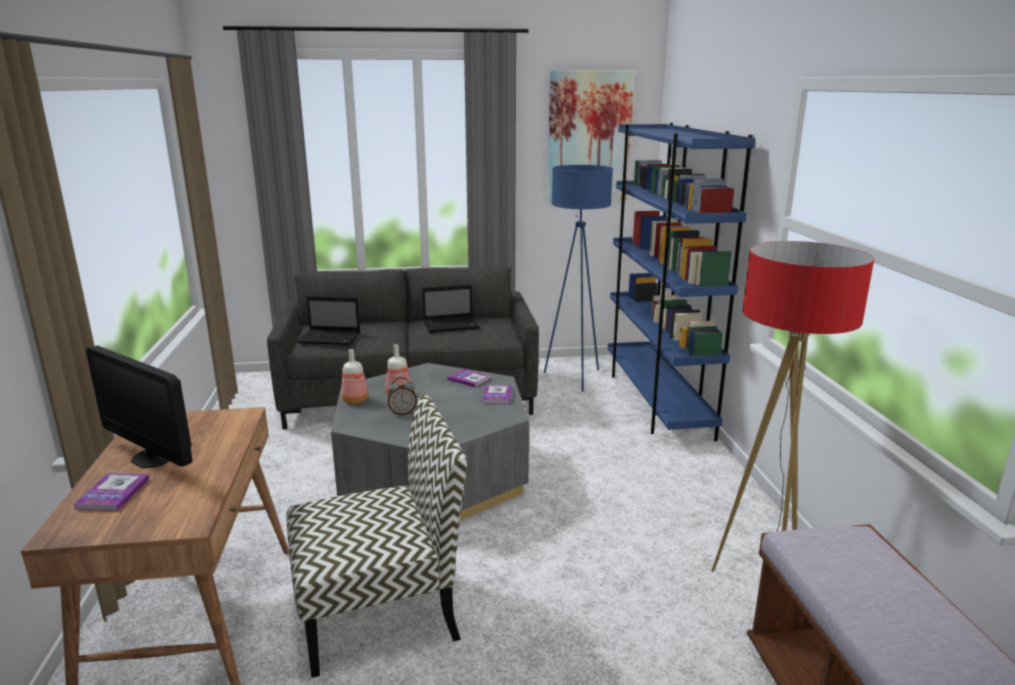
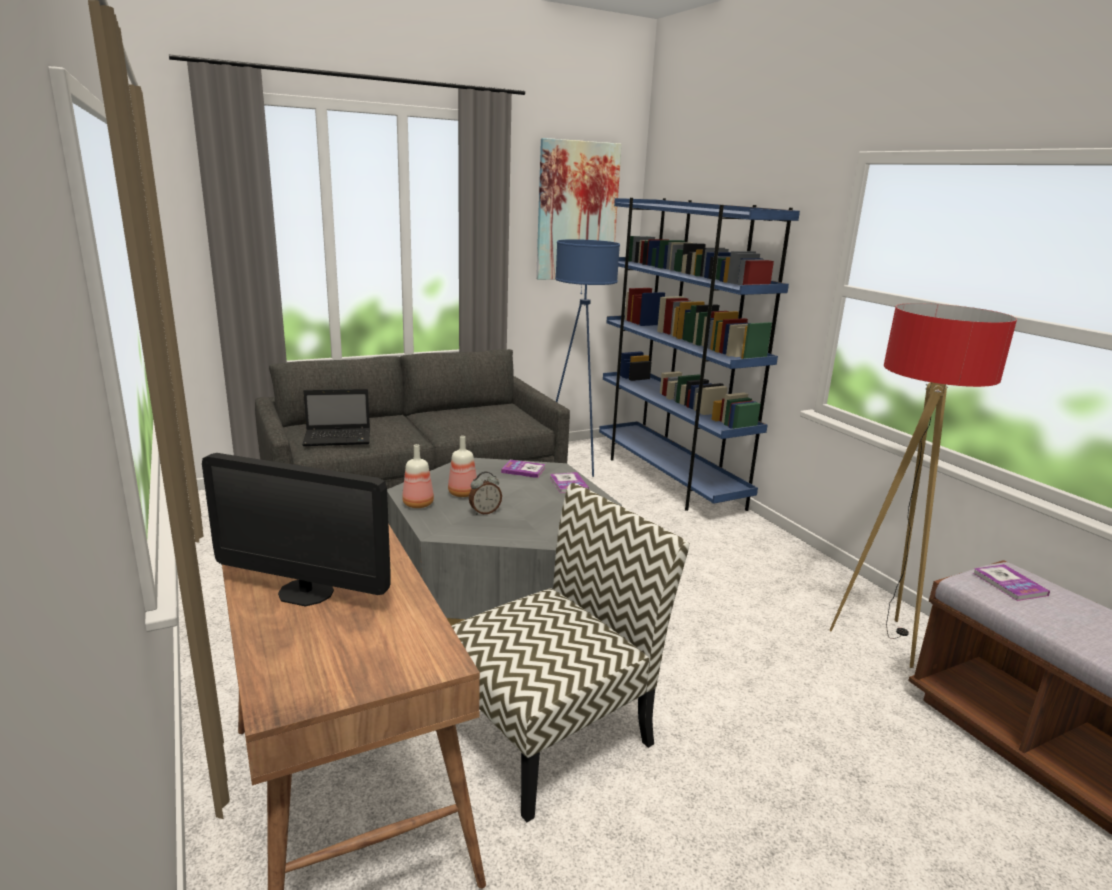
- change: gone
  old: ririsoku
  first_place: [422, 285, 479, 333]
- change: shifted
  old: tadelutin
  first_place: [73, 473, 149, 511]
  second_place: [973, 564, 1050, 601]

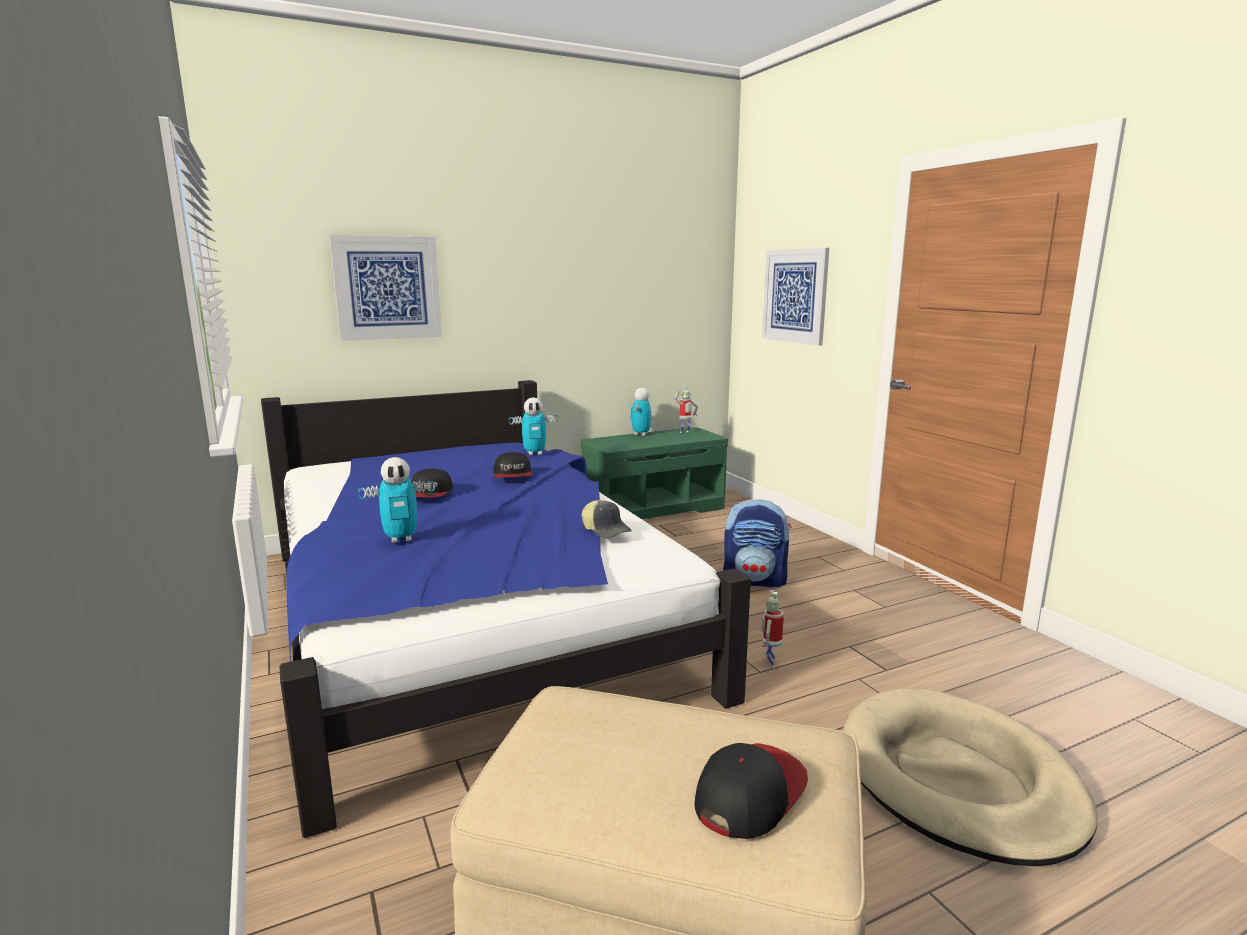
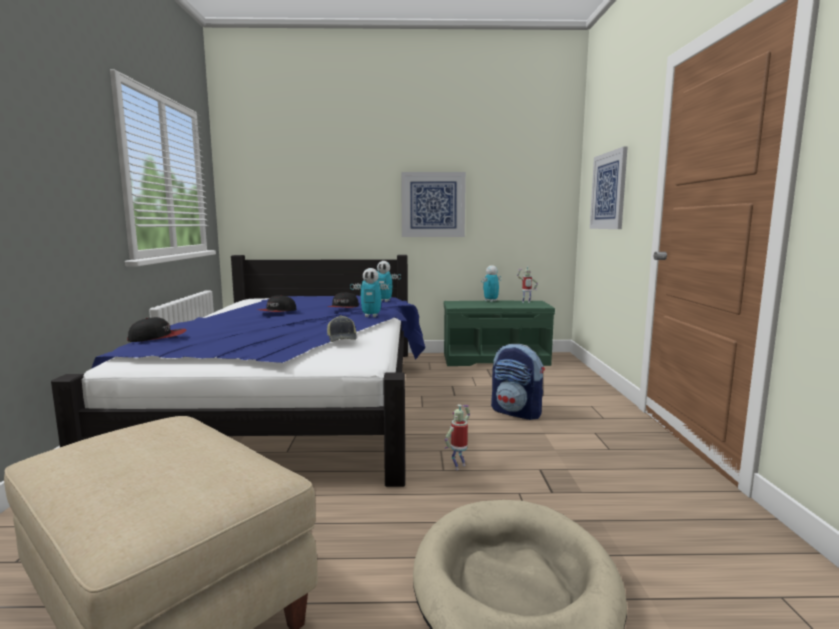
- change: shifted
  old: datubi
  first_place: [329, 235, 442, 341]
  second_place: [401, 172, 466, 237]
- change: shifted
  old: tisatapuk
  first_place: [358, 457, 435, 543]
  second_place: [350, 268, 392, 317]
- change: shifted
  old: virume
  first_place: [694, 743, 808, 839]
  second_place: [127, 317, 186, 342]

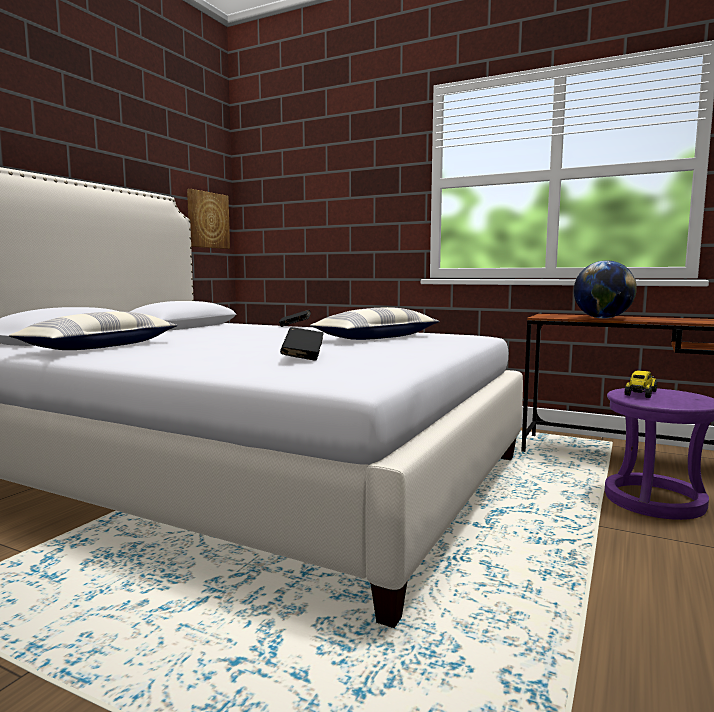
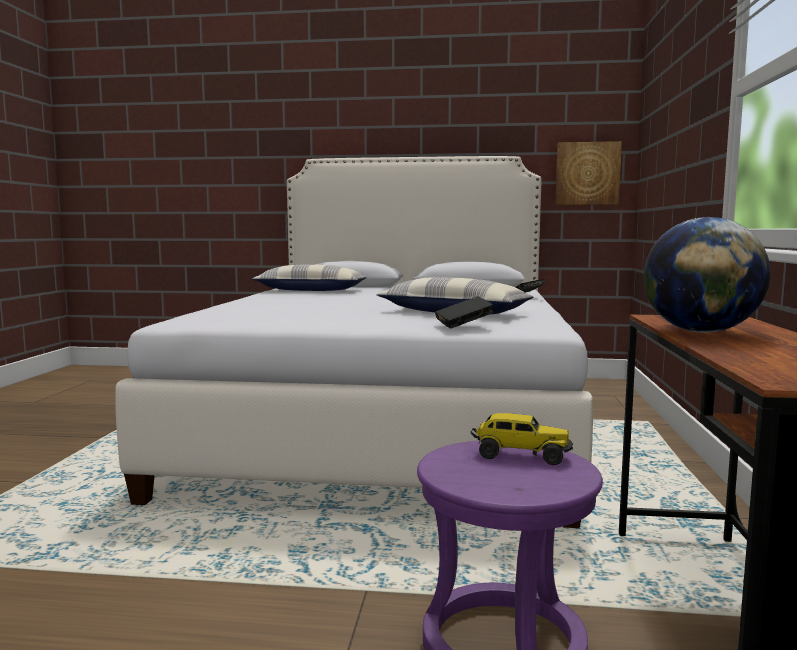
- change: shifted
  old: black tadelutin
  first_place: [280, 327, 324, 360]
  second_place: [435, 296, 494, 329]

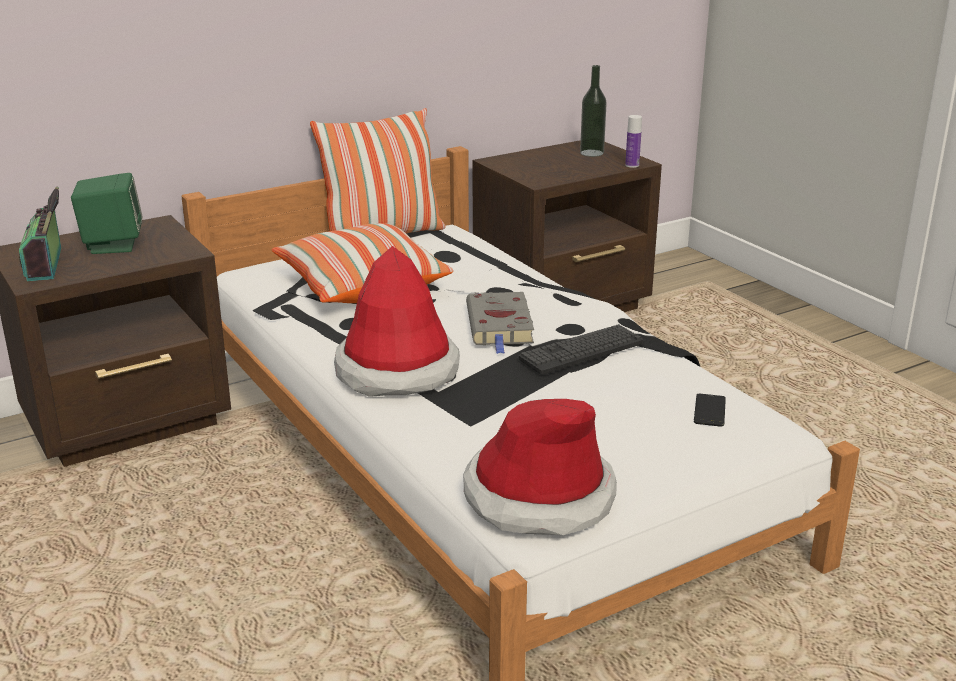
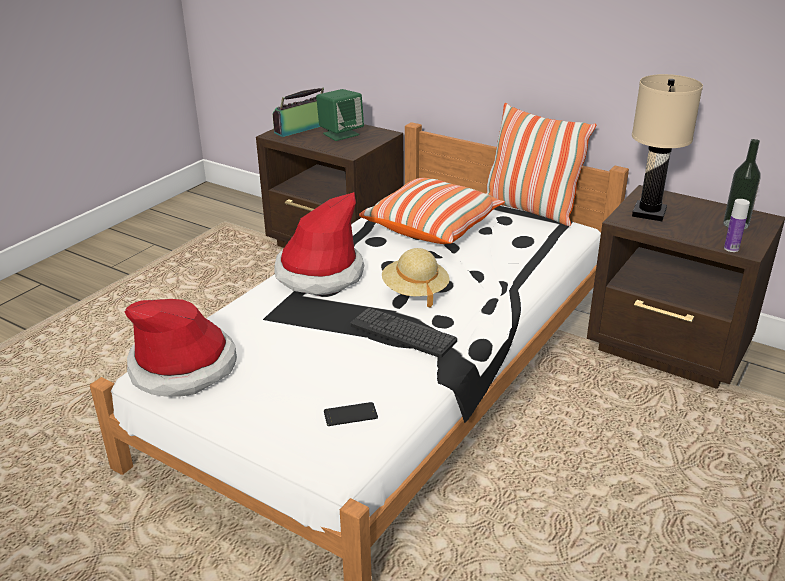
- change: swapped
  old: grey tadelutin
  new: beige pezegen
  first_place: [466, 292, 534, 354]
  second_place: [382, 248, 450, 307]
- change: new
  new: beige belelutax
  second_place: [632, 74, 703, 221]

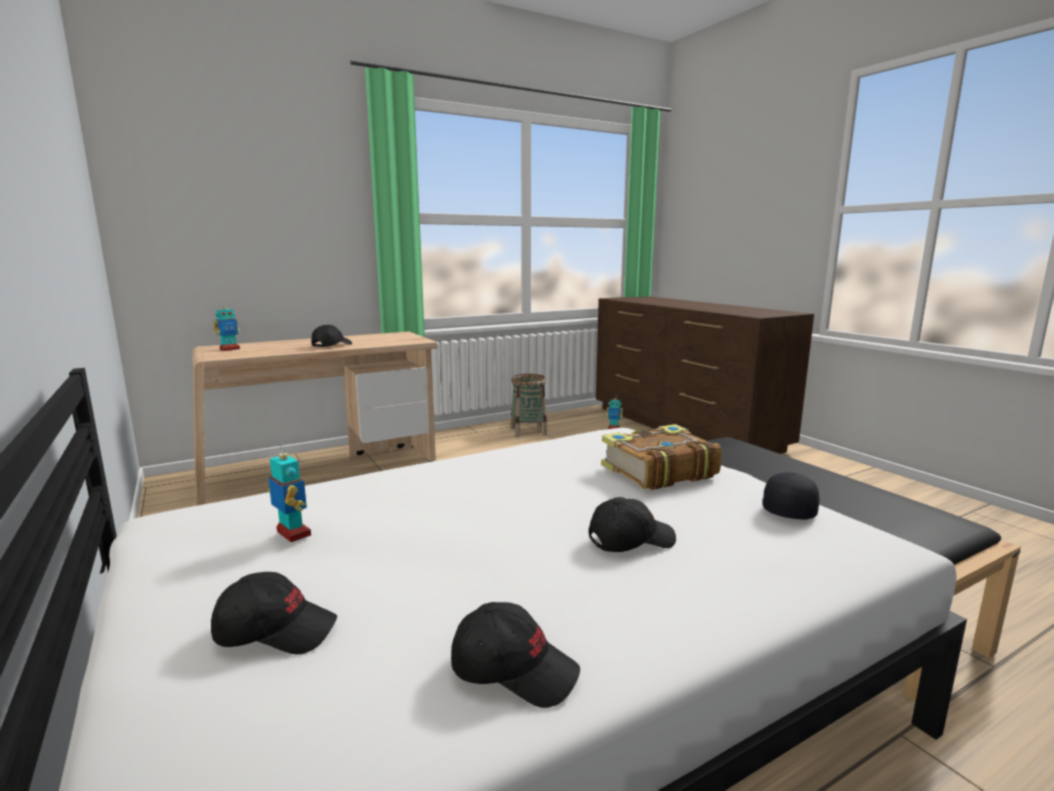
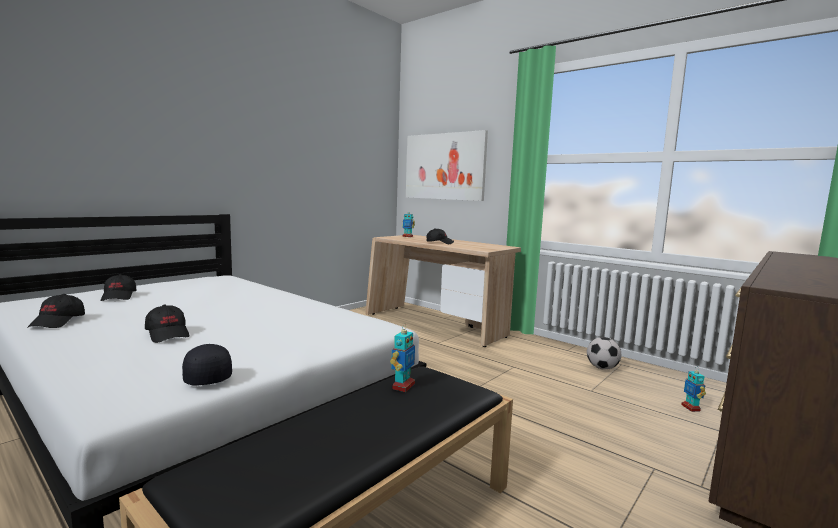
- change: swapped
  old: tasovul
  new: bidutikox
  first_place: [511, 374, 547, 437]
  second_place: [587, 337, 621, 370]
- change: gone
  old: tadelutin
  first_place: [601, 424, 722, 490]
- change: shifted
  old: tisatapuk
  first_place: [268, 444, 311, 542]
  second_place: [390, 323, 415, 392]
- change: rotated
  old: black virume
  first_place: [763, 472, 820, 520]
  second_place: [182, 344, 232, 385]
  degrees: -120
- change: new
  new: datubi
  second_place: [406, 130, 488, 201]

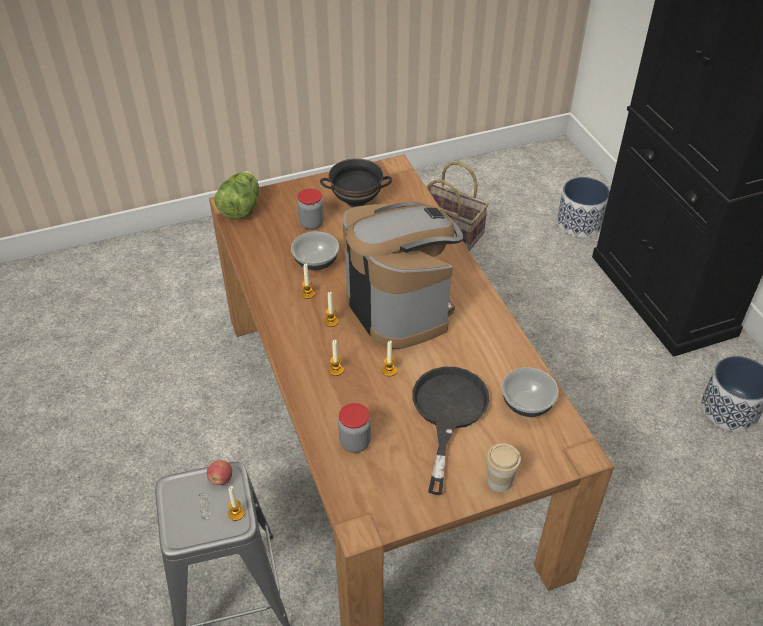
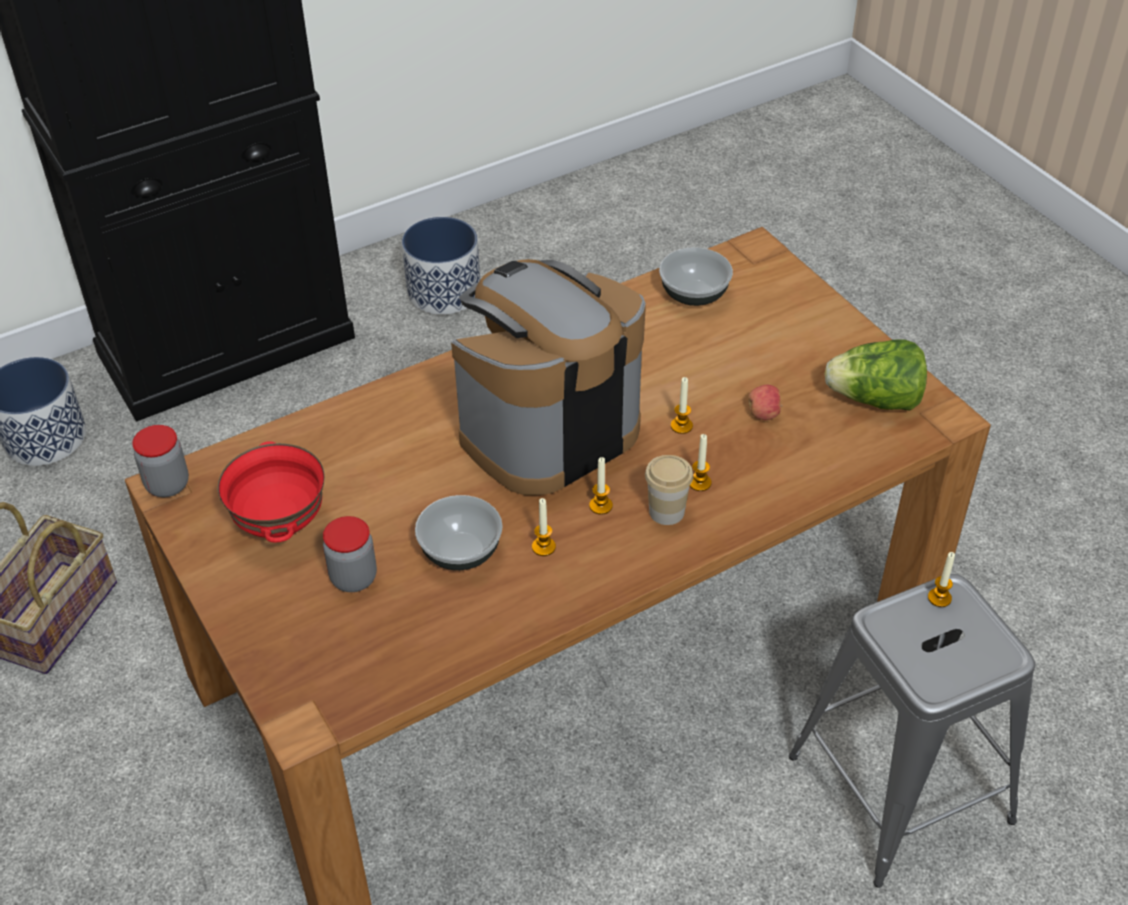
- change: repainted
  old: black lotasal
  new: red lotasal
  first_place: [320, 158, 392, 208]
  second_place: [218, 442, 325, 543]
- change: shifted
  old: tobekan
  first_place: [214, 171, 259, 220]
  second_place: [825, 339, 927, 411]
- change: gone
  old: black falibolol
  first_place: [412, 367, 489, 495]
- change: shifted
  old: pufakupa
  first_place: [338, 403, 371, 453]
  second_place: [132, 425, 189, 497]
- change: shifted
  old: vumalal
  first_place: [486, 443, 521, 492]
  second_place: [645, 455, 693, 525]
- change: shifted
  old: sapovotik
  first_place: [207, 460, 232, 485]
  second_place: [748, 385, 783, 420]

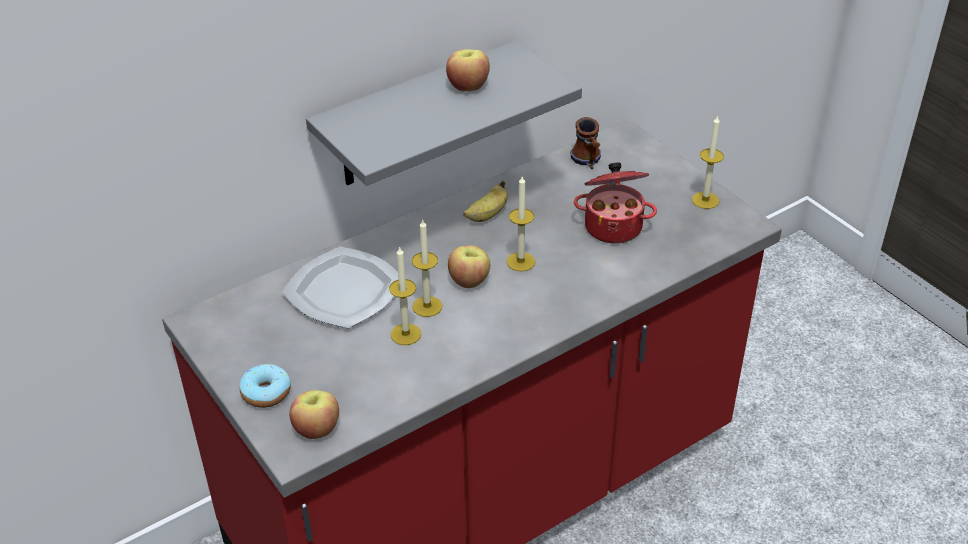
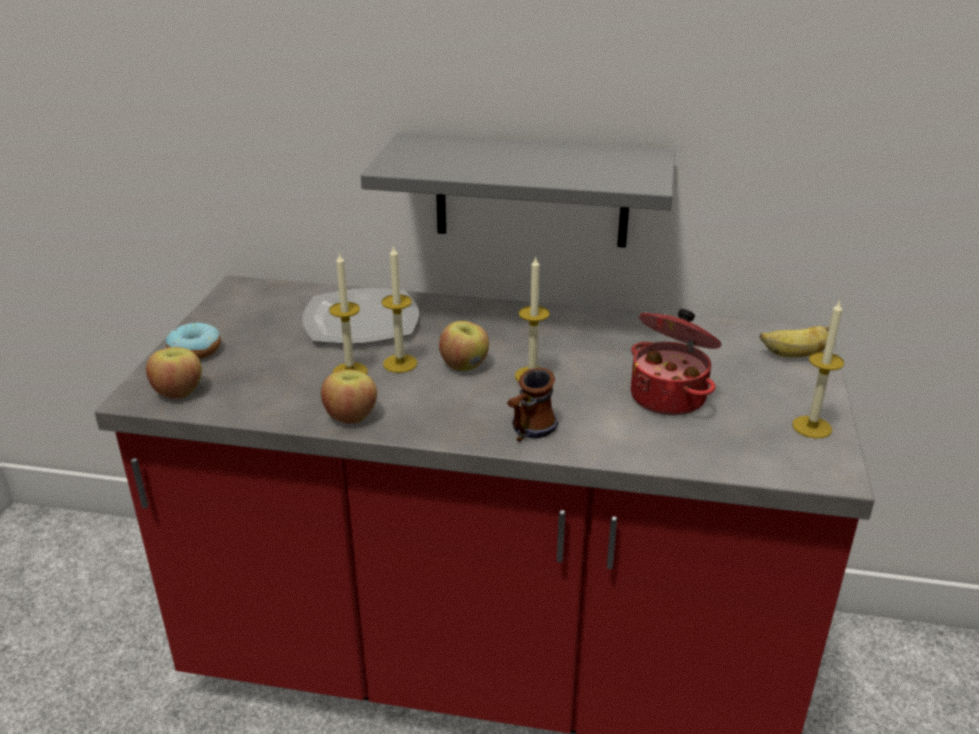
- change: shifted
  old: sapovotik
  first_place: [446, 49, 490, 92]
  second_place: [321, 369, 377, 424]
- change: shifted
  old: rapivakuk
  first_place: [571, 117, 601, 169]
  second_place: [507, 368, 558, 442]
- change: shifted
  old: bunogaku
  first_place: [463, 181, 508, 222]
  second_place: [760, 326, 829, 358]

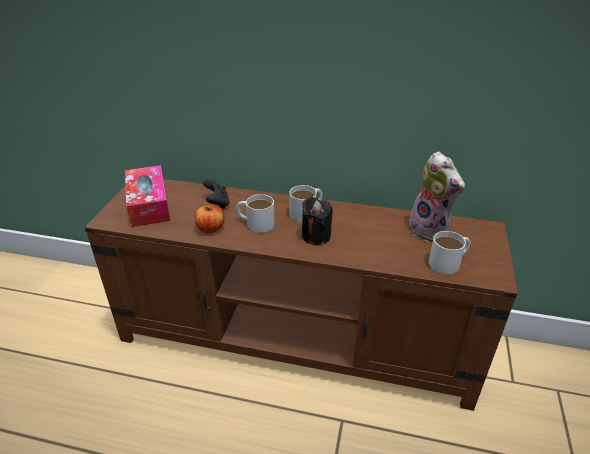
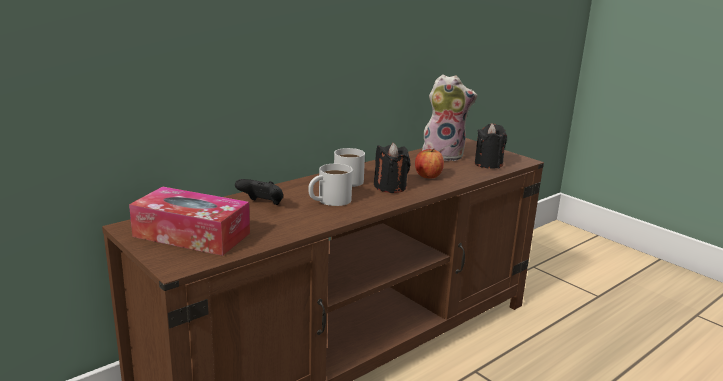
- change: shifted
  old: sapovotik
  first_place: [195, 205, 225, 233]
  second_place: [415, 148, 444, 179]
- change: swapped
  old: white rapivakuk
  new: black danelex
  first_place: [429, 231, 471, 274]
  second_place: [475, 124, 507, 169]

